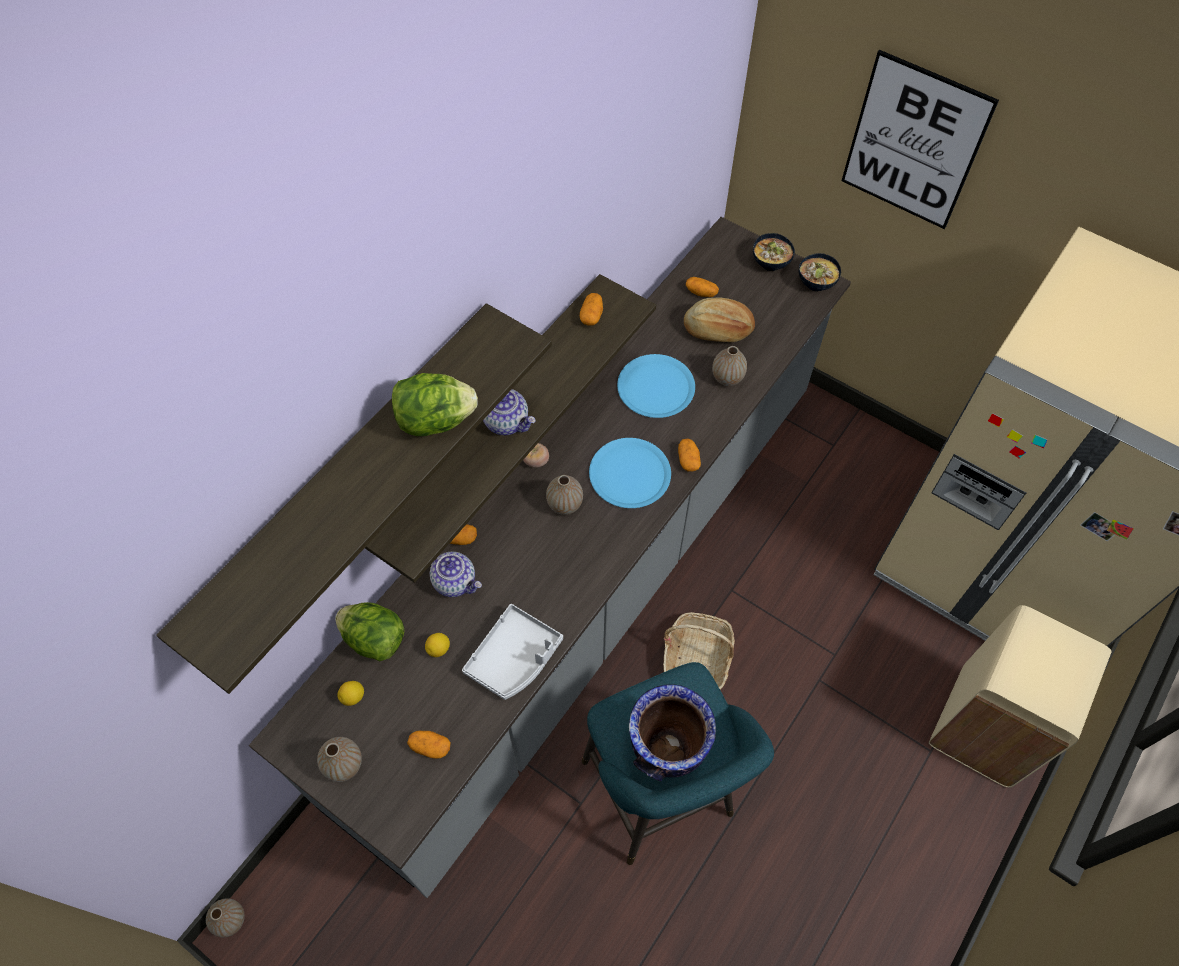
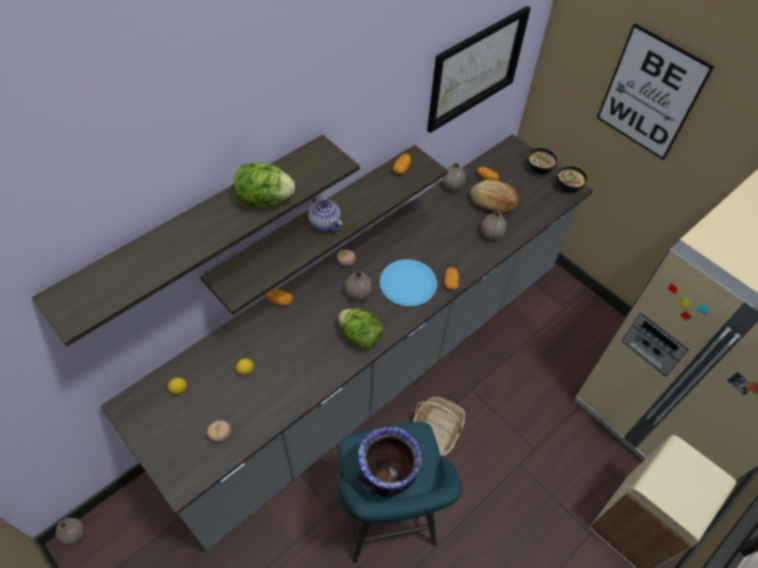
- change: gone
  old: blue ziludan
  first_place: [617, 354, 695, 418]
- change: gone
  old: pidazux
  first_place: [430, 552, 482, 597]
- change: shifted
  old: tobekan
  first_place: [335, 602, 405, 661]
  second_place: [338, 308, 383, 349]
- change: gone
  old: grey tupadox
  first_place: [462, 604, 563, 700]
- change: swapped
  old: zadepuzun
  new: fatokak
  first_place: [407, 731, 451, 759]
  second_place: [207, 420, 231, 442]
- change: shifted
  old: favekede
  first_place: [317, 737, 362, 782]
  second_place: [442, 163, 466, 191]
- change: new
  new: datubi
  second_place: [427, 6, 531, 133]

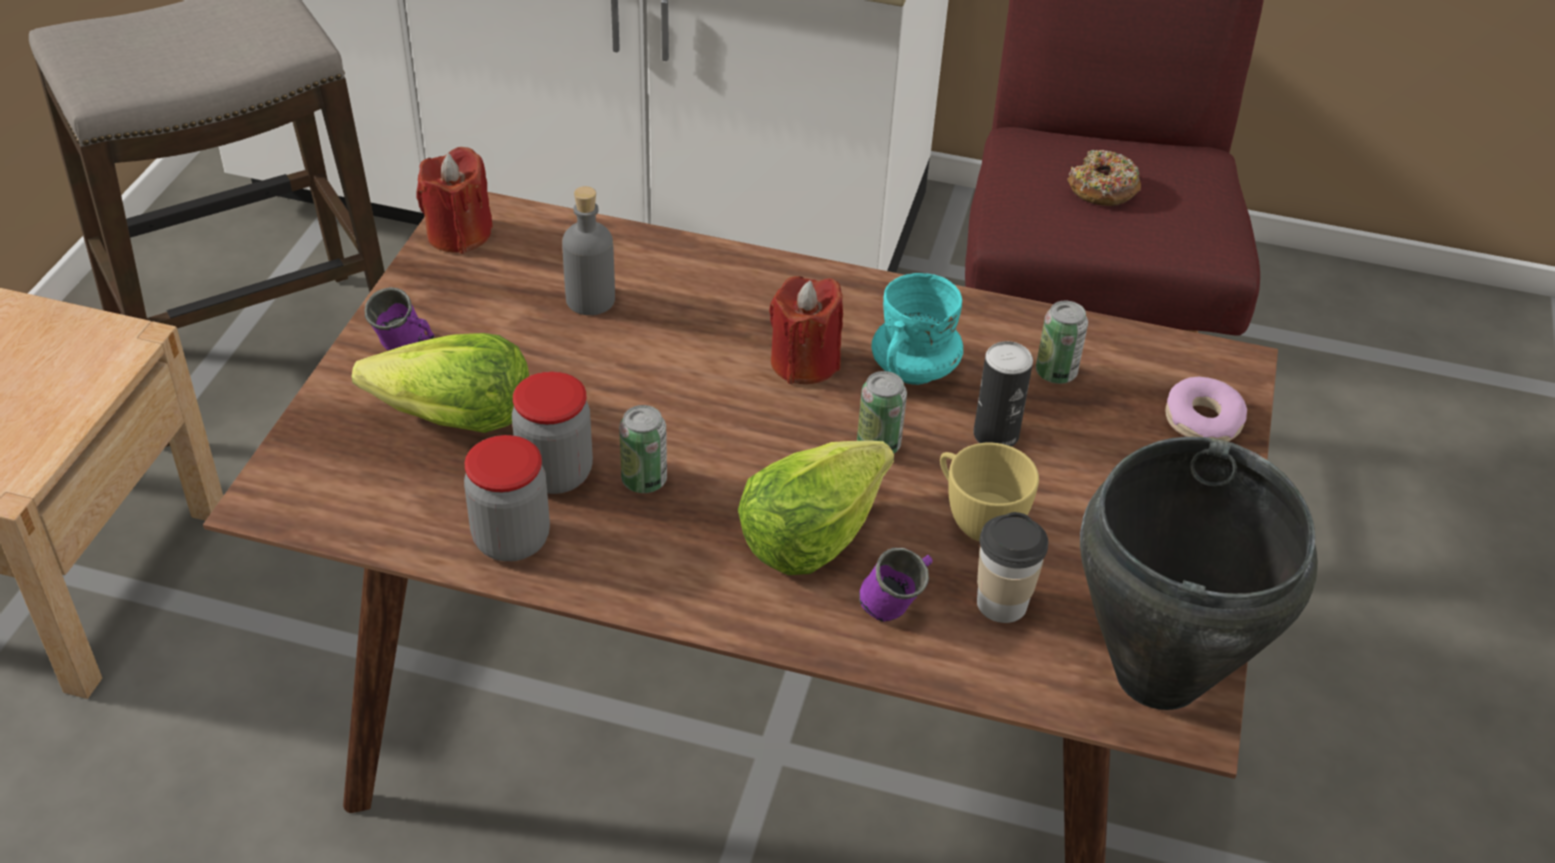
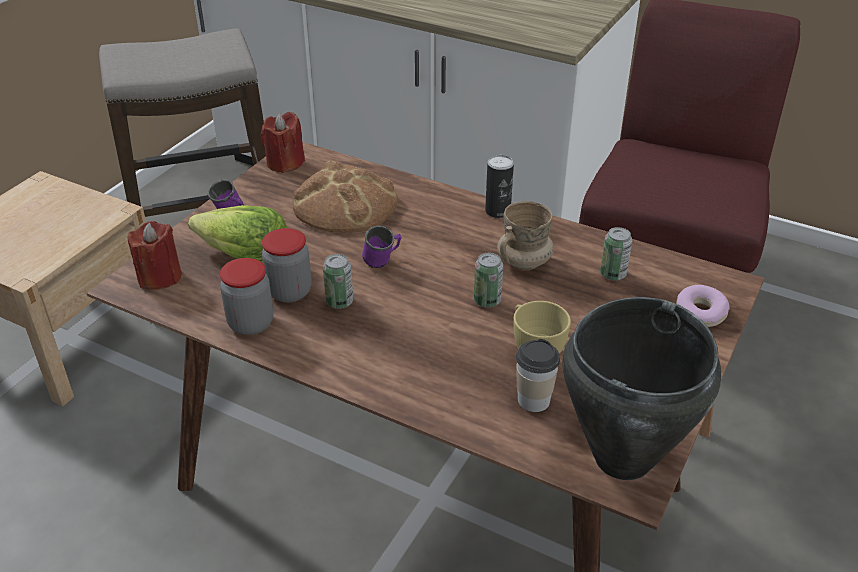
- change: gone
  old: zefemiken
  first_place: [1067, 150, 1141, 206]
- change: swapped
  old: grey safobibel
  new: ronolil
  first_place: [562, 186, 615, 315]
  second_place: [292, 160, 398, 233]
- change: repainted
  old: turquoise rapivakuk
  new: beige rapivakuk
  first_place: [871, 273, 963, 385]
  second_place: [497, 201, 554, 270]
- change: shifted
  old: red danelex
  first_place: [769, 276, 843, 384]
  second_place: [127, 221, 182, 290]
- change: shifted
  old: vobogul
  first_place: [973, 341, 1033, 447]
  second_place: [485, 155, 514, 218]
- change: gone
  old: tobekan
  first_place: [738, 440, 894, 575]
- change: shifted
  old: purple rapivakuk
  first_place: [859, 548, 932, 622]
  second_place: [362, 225, 402, 268]

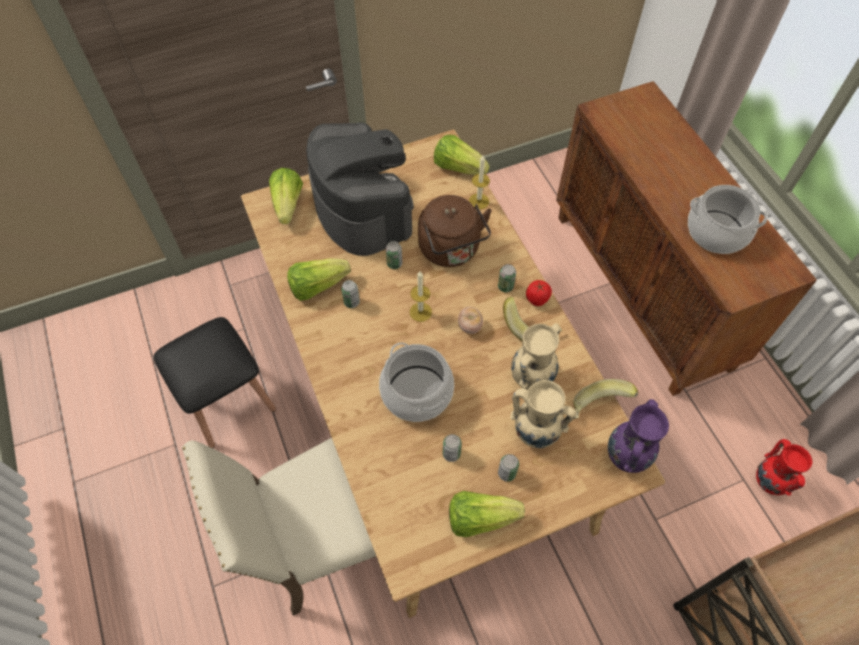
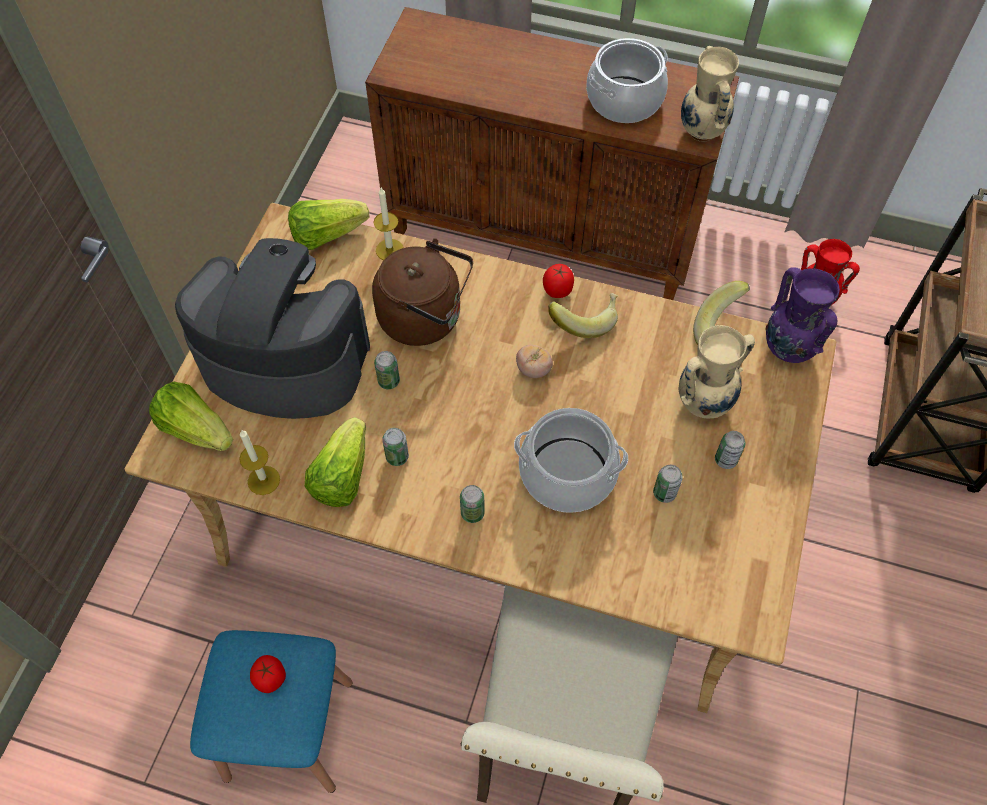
- change: shifted
  old: vobogul
  first_place: [498, 264, 516, 292]
  second_place: [460, 485, 485, 523]
- change: shifted
  old: danelex
  first_place: [410, 271, 432, 322]
  second_place: [239, 429, 280, 495]
- change: repainted
  old: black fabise
  new: blue fabise
  first_place: [154, 317, 276, 448]
  second_place: [190, 630, 352, 793]
- change: shifted
  old: beige favekede
  first_place: [511, 323, 561, 390]
  second_place: [681, 46, 739, 142]
- change: gone
  old: tobekan
  first_place: [449, 491, 525, 537]
- change: new
  new: fatokak
  second_place: [250, 655, 286, 693]

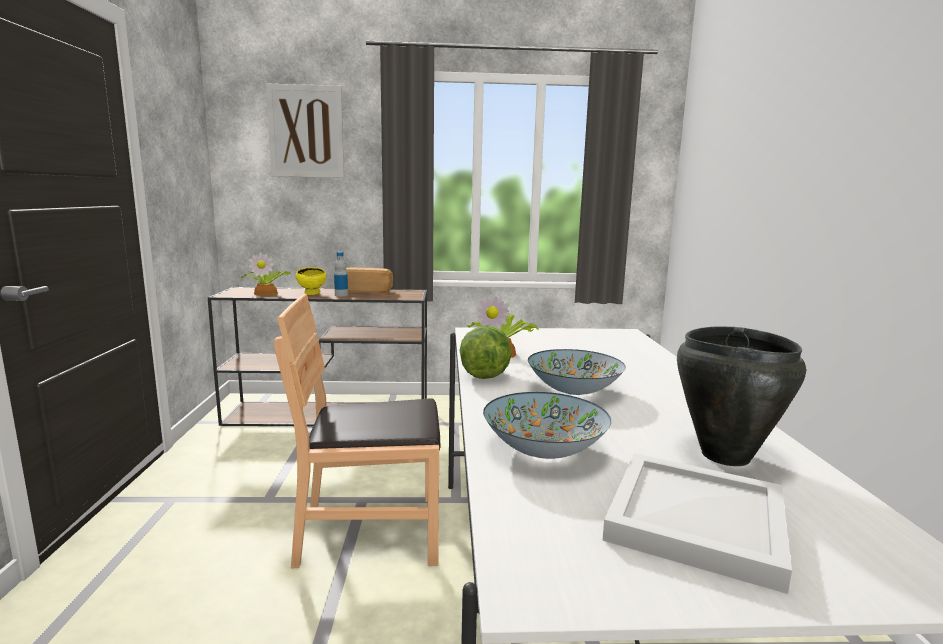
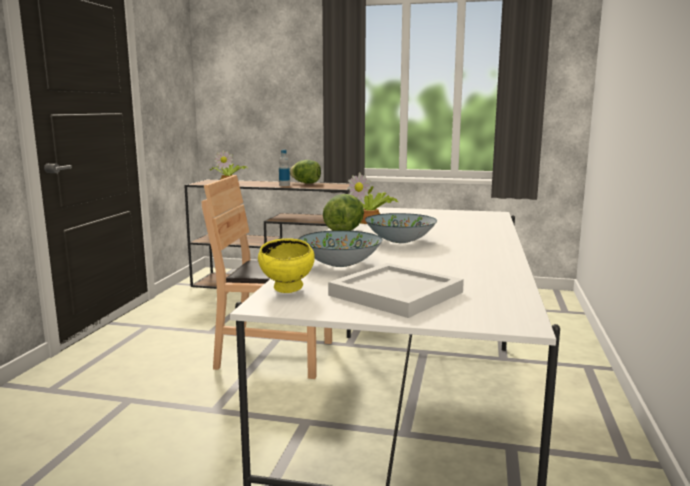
- change: gone
  old: datubi
  first_place: [266, 84, 344, 178]
- change: shifted
  old: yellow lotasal
  first_place: [296, 267, 326, 295]
  second_place: [258, 238, 315, 293]
- change: swapped
  old: ronolil
  new: tobekan
  first_place: [346, 267, 393, 293]
  second_place: [290, 160, 321, 184]
- change: gone
  old: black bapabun
  first_place: [677, 326, 806, 466]

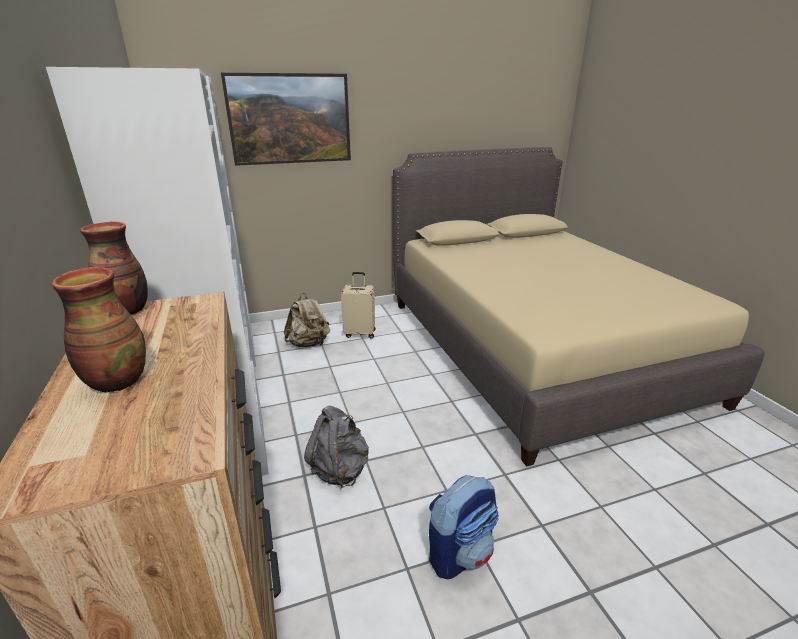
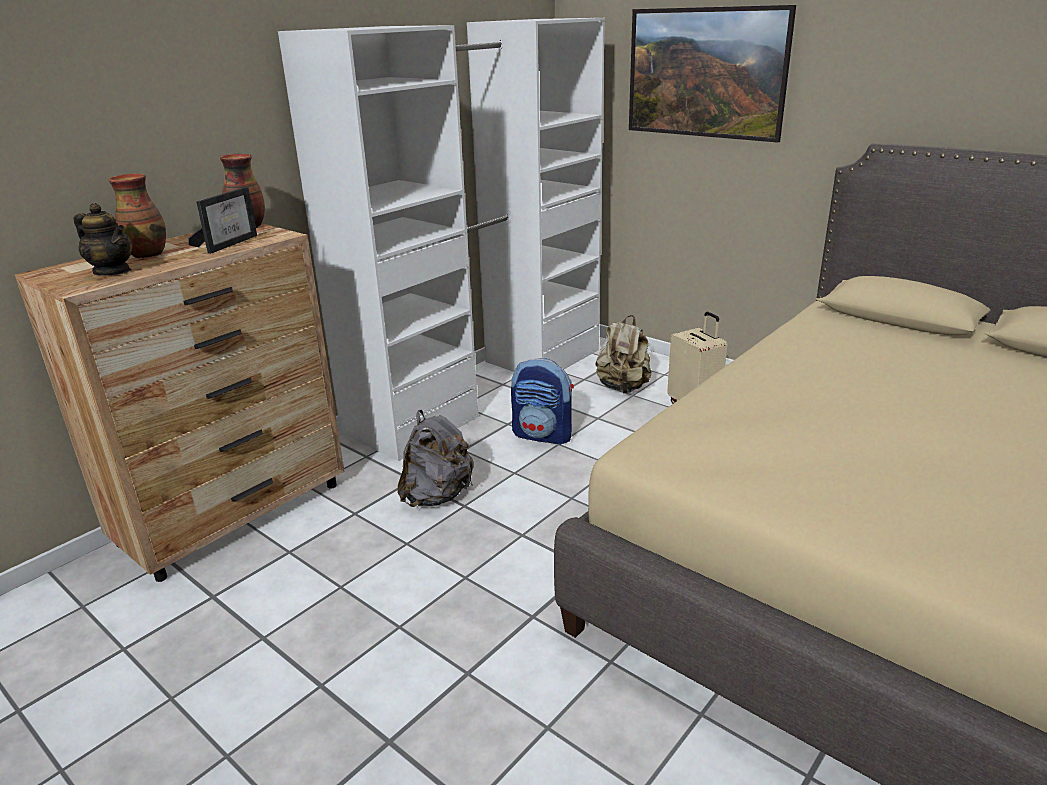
- change: shifted
  old: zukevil
  first_place: [429, 475, 499, 579]
  second_place: [511, 358, 574, 445]
- change: new
  new: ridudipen
  second_place: [189, 187, 257, 254]
- change: new
  new: pidazux
  second_place: [74, 203, 132, 276]

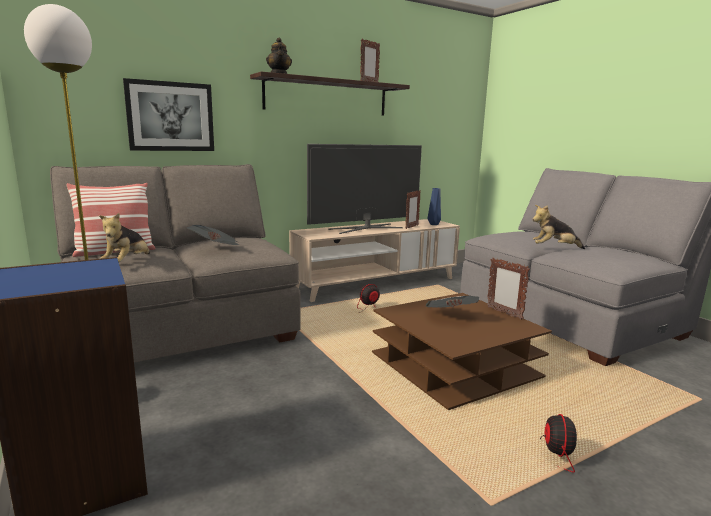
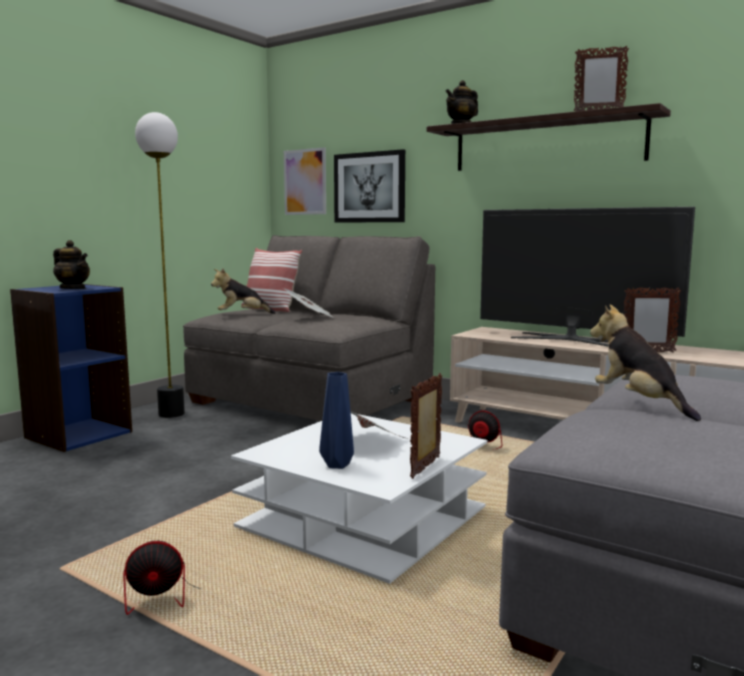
- change: shifted
  old: blue favekede
  first_place: [428, 188, 441, 225]
  second_place: [319, 372, 354, 469]
- change: repainted
  old: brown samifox
  new: white samifox
  first_place: [372, 293, 552, 410]
  second_place: [231, 413, 487, 584]
- change: new
  new: datubi
  second_place: [284, 147, 326, 215]
- change: new
  new: pidazux
  second_place: [53, 240, 90, 289]

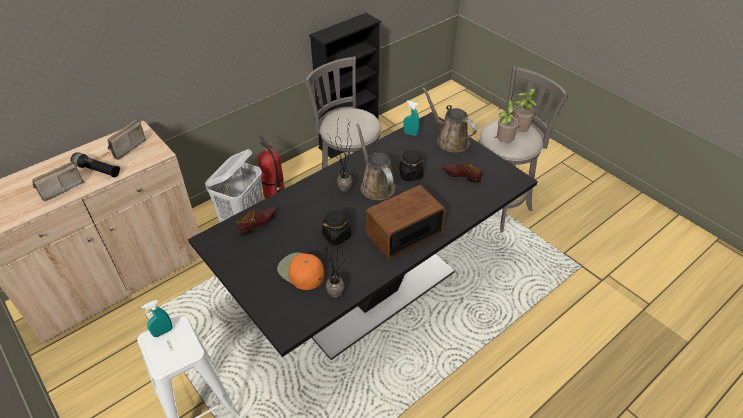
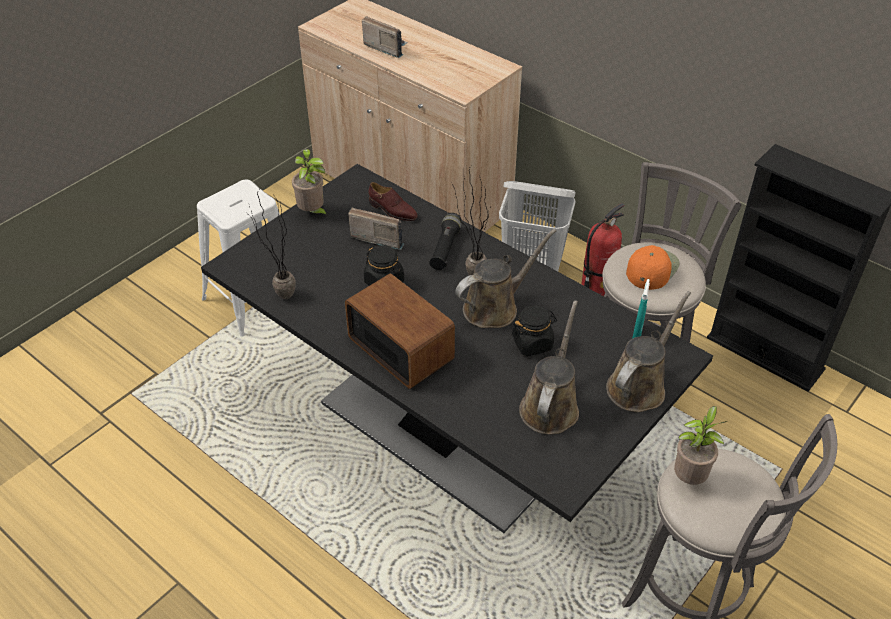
- change: shifted
  old: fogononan
  first_place: [514, 88, 539, 131]
  second_place: [292, 149, 328, 217]
- change: shifted
  old: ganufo
  first_place: [108, 120, 147, 160]
  second_place: [348, 208, 404, 250]
- change: shifted
  old: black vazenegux
  first_place: [71, 152, 120, 177]
  second_place: [429, 213, 462, 270]
- change: swapped
  old: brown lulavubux
  new: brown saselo
  first_place: [442, 163, 482, 183]
  second_place: [519, 301, 579, 435]
- change: shifted
  old: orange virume
  first_place: [277, 252, 325, 290]
  second_place: [626, 245, 680, 290]
- change: gone
  old: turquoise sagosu
  first_place: [142, 300, 172, 337]

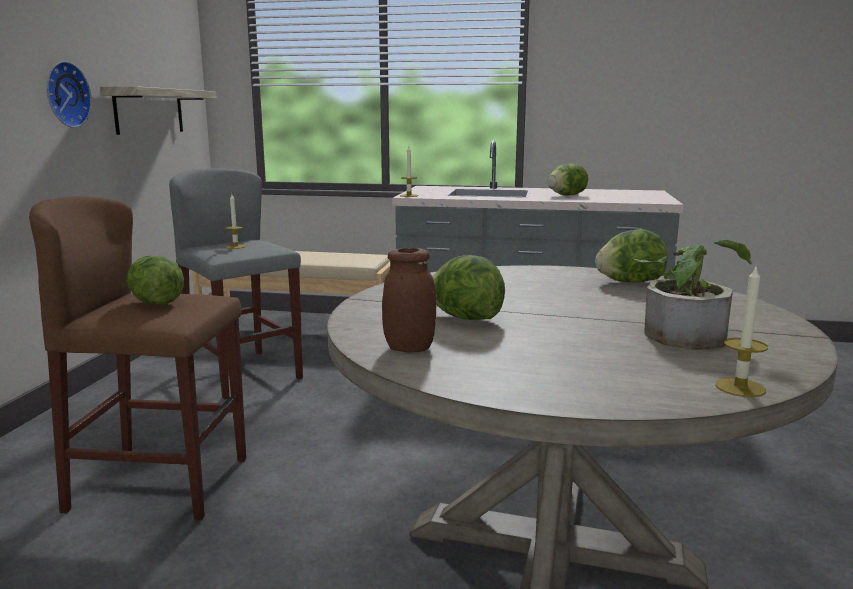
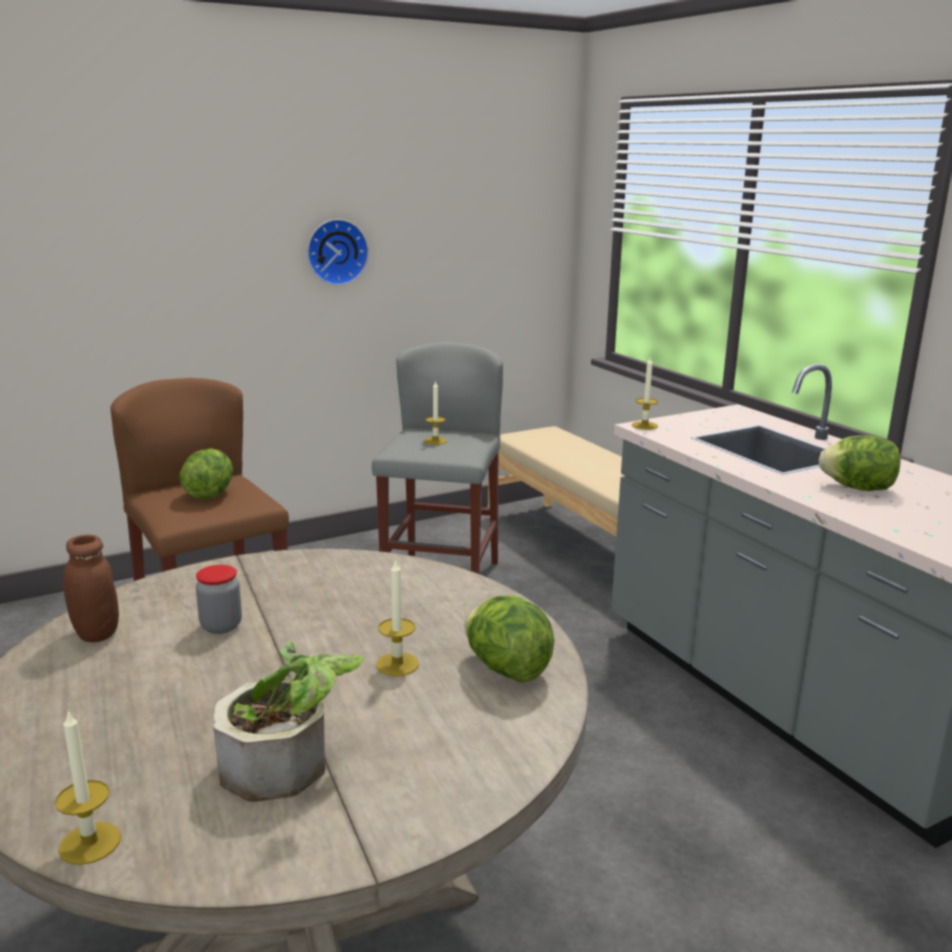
- change: gone
  old: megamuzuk
  first_place: [100, 86, 216, 135]
- change: swapped
  old: tobekan
  new: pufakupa
  first_place: [432, 255, 505, 320]
  second_place: [196, 565, 242, 634]
- change: new
  new: danelex
  second_place: [376, 559, 419, 676]

